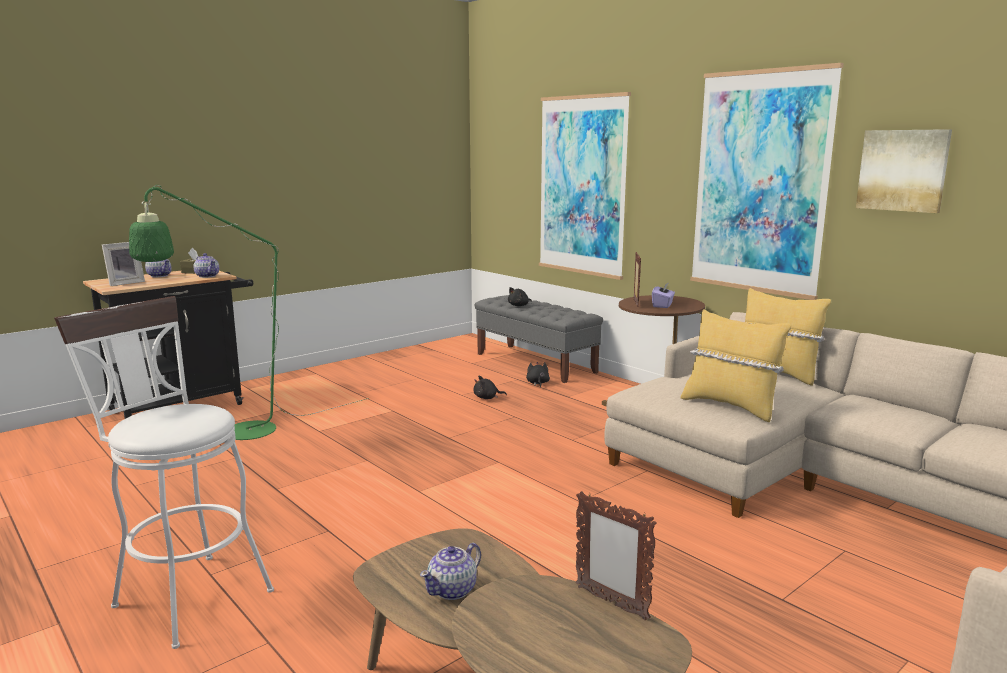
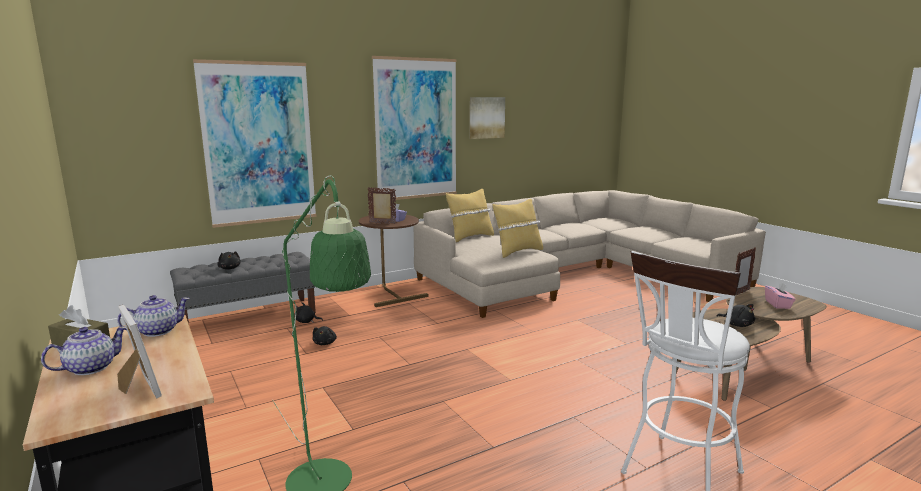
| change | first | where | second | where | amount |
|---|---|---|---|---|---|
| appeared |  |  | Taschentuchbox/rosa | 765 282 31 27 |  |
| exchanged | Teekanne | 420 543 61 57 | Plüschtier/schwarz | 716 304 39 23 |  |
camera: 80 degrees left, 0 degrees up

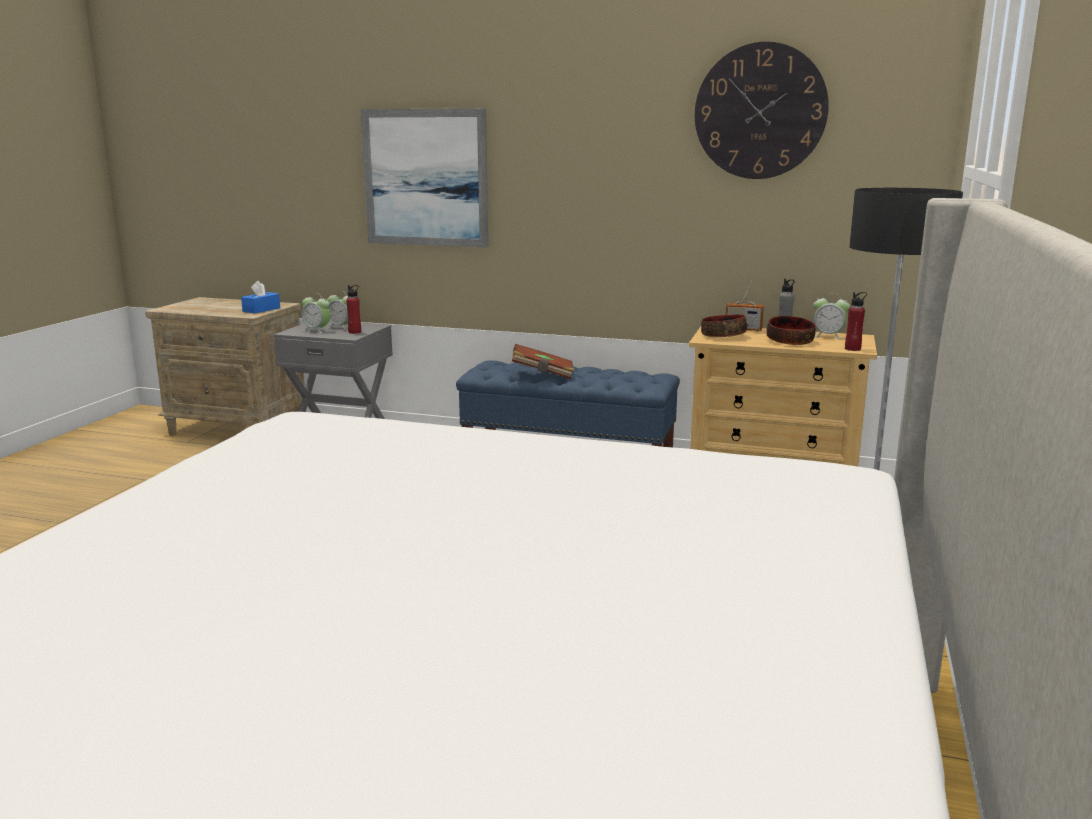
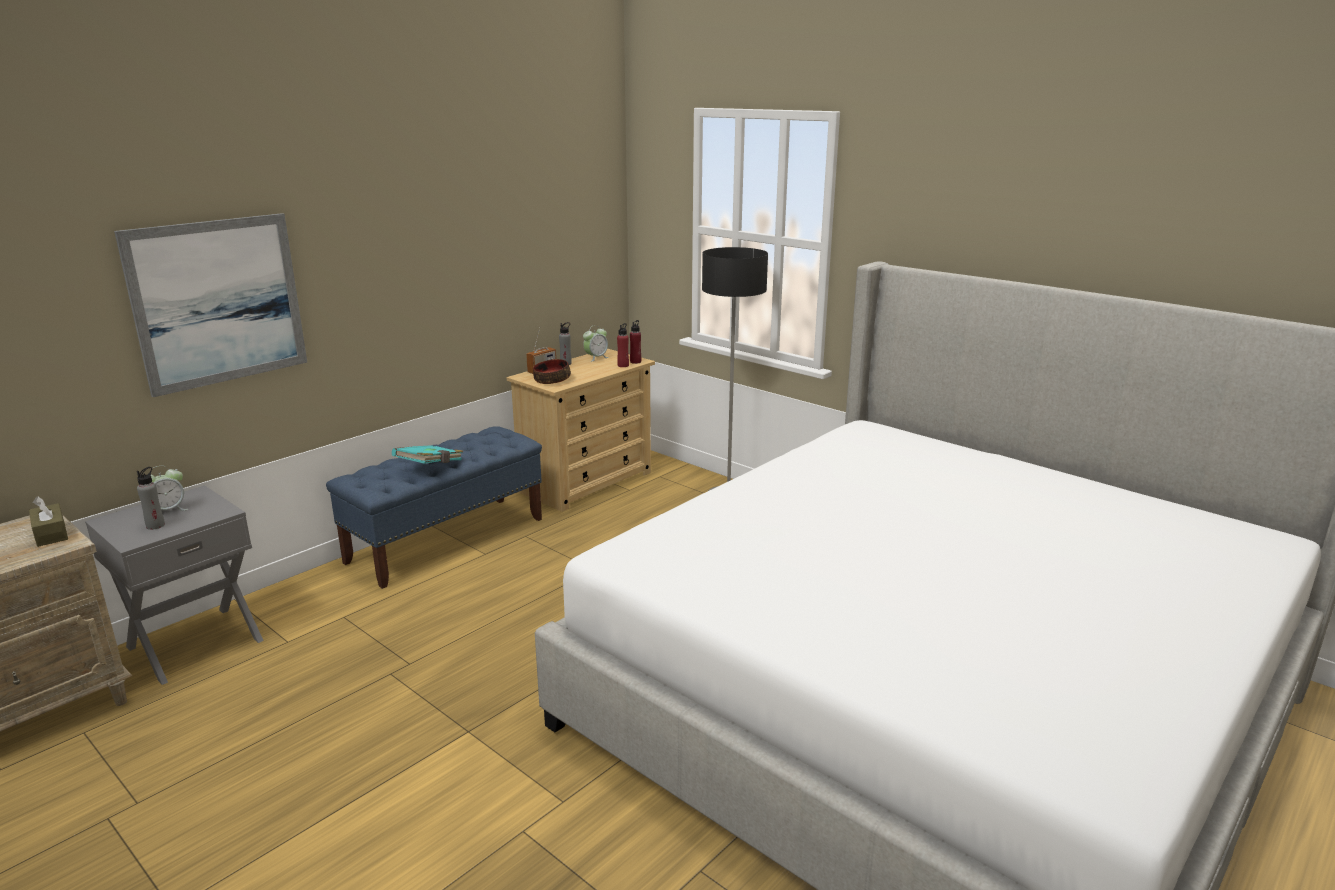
| change | first | where | second | where | amount |
|---|---|---|---|---|---|
| missing | Wanduhr | 695 41 134 138 |  |  |  |
| missing | Schüssel | 766 316 50 29 |  |  |  |
| relocated | Flasche/rot | 346 285 15 49 |  | 617 323 12 44 |  |
| exchanged | Wecker | 302 293 28 40 | Flasche/grau | 137 467 28 63 |  |
| colour | Taschentuchbox/blau | 241 281 39 33 | Taschentuchbox/braun | 29 496 39 51 |  |
| colour | Buch/braun | 512 344 62 35 | Buch/türkis | 392 445 71 19 |  |
camera: 65 degrees left, 5 degrees up

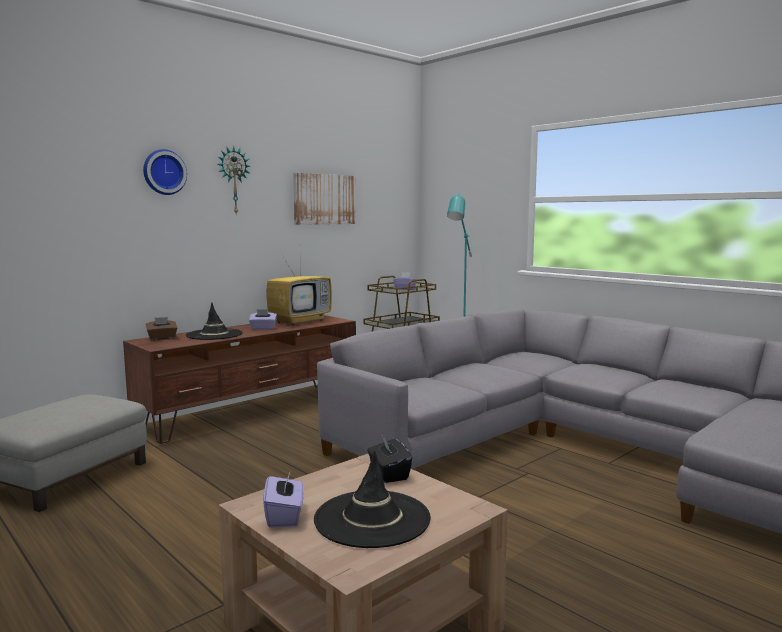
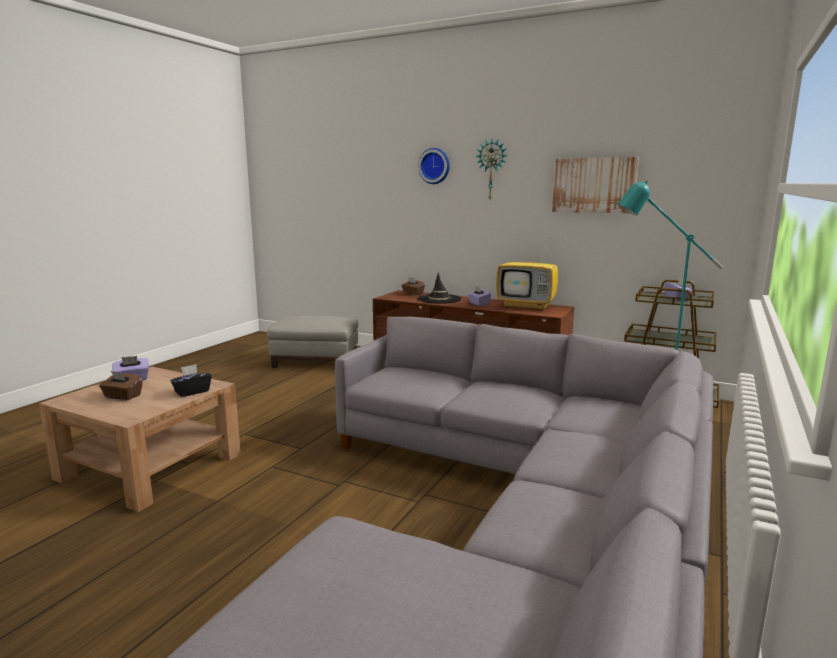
| change | first | where | second | where | amount |
|---|---|---|---|---|---|
| exchanged | Hut/schwarz | 314 450 117 98 | Taschentuchbox/braun | 99 371 44 29 |  |
camera: 70 degrees right, 5 degrees up

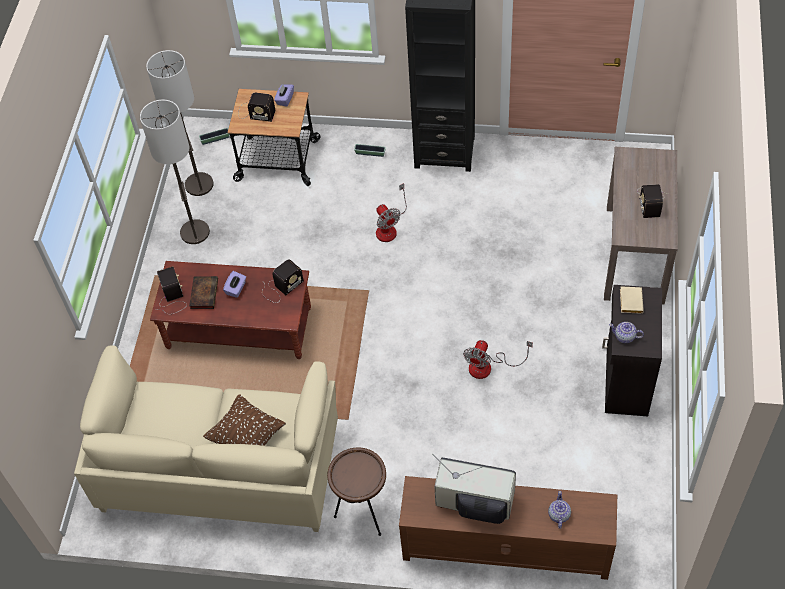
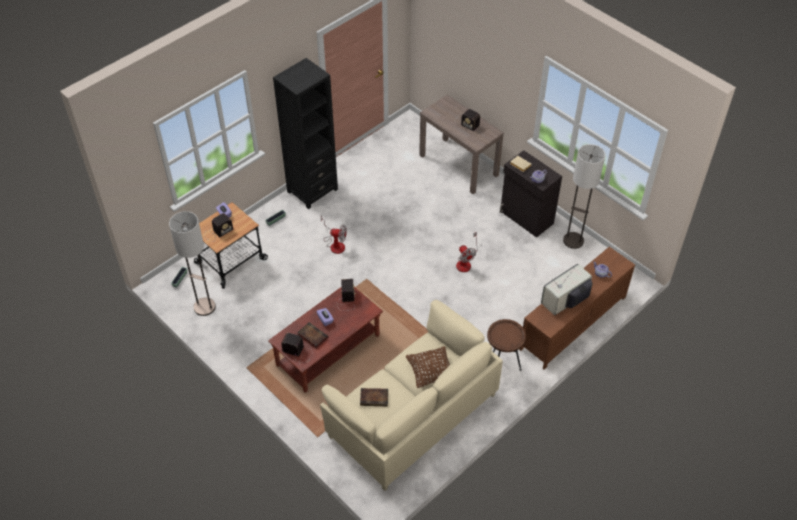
| change | first | where | second | where | amount |
|---|---|---|---|---|---|
| appeared |  |  | Buch | 360 388 28 18 |  |
| relocated | Stehlampe | 140 99 70 145 |  | 563 144 42 105 |  |
camera: 55 degrees left, 5 degrees down

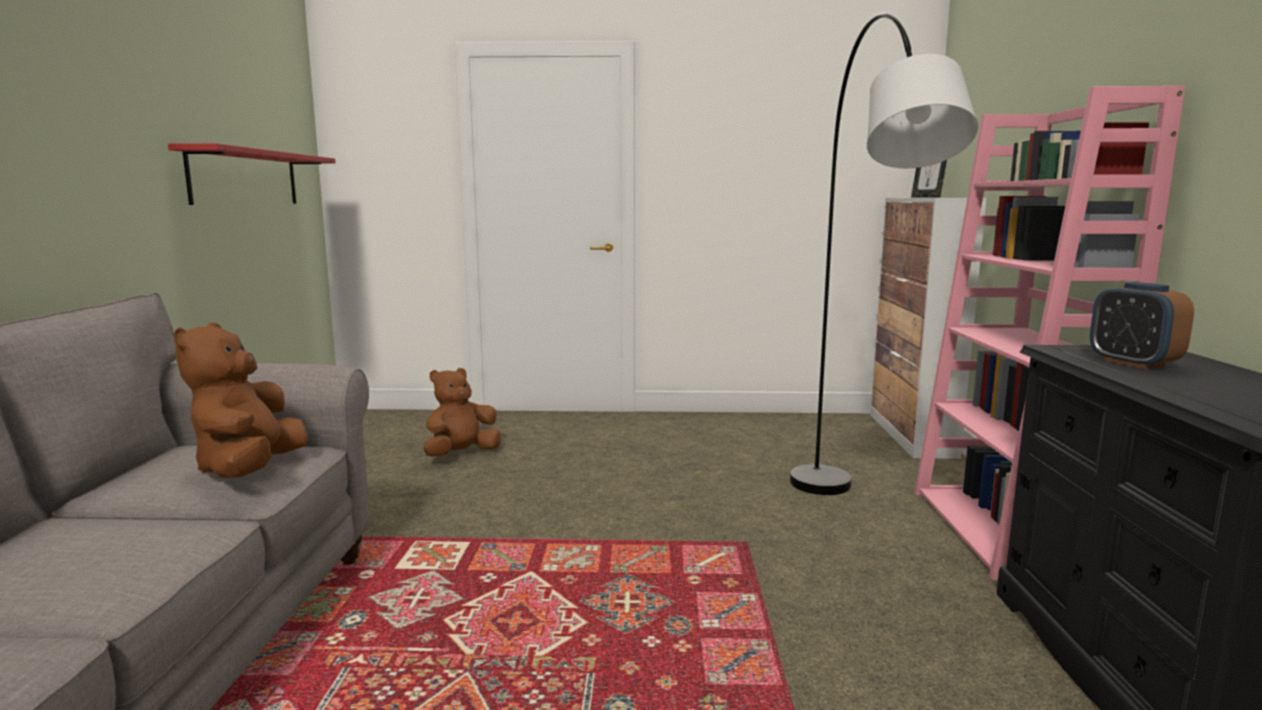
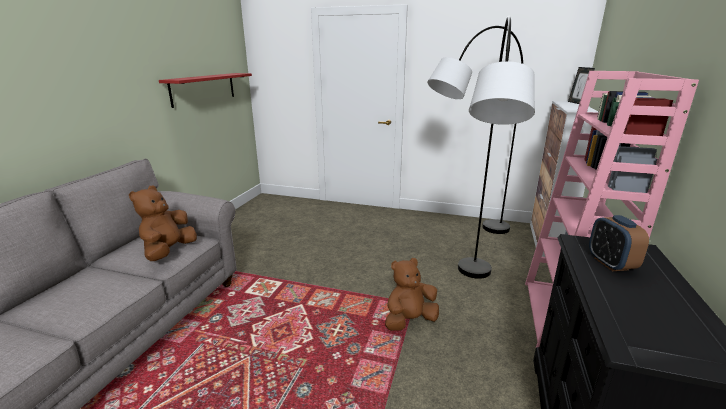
| change | first | where | second | where | amount |
|---|---|---|---|---|---|
| appeared |  |  | Stehlampe/grau | 427 26 96 208 |  |
| relocated | Plüschtier/braun | 424 368 77 89 |  | 385 258 54 72 |  |
camera: 15 degrees right, 10 degrees up

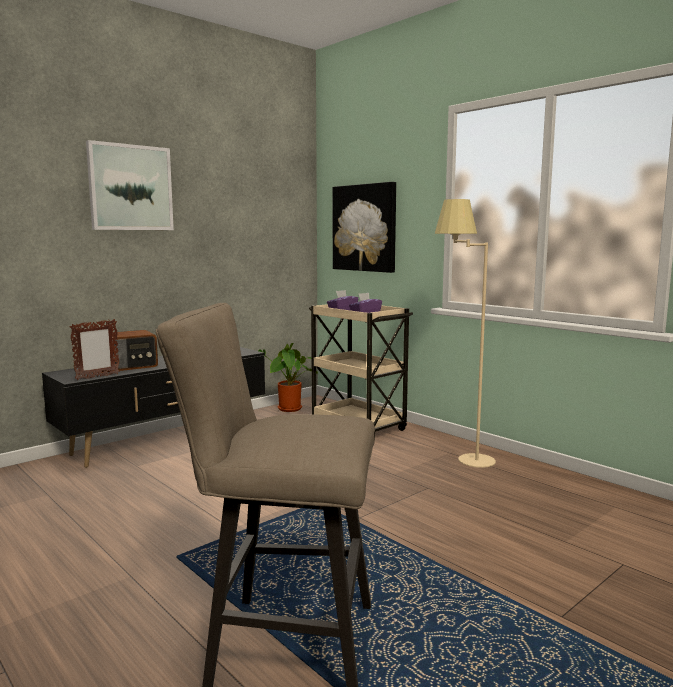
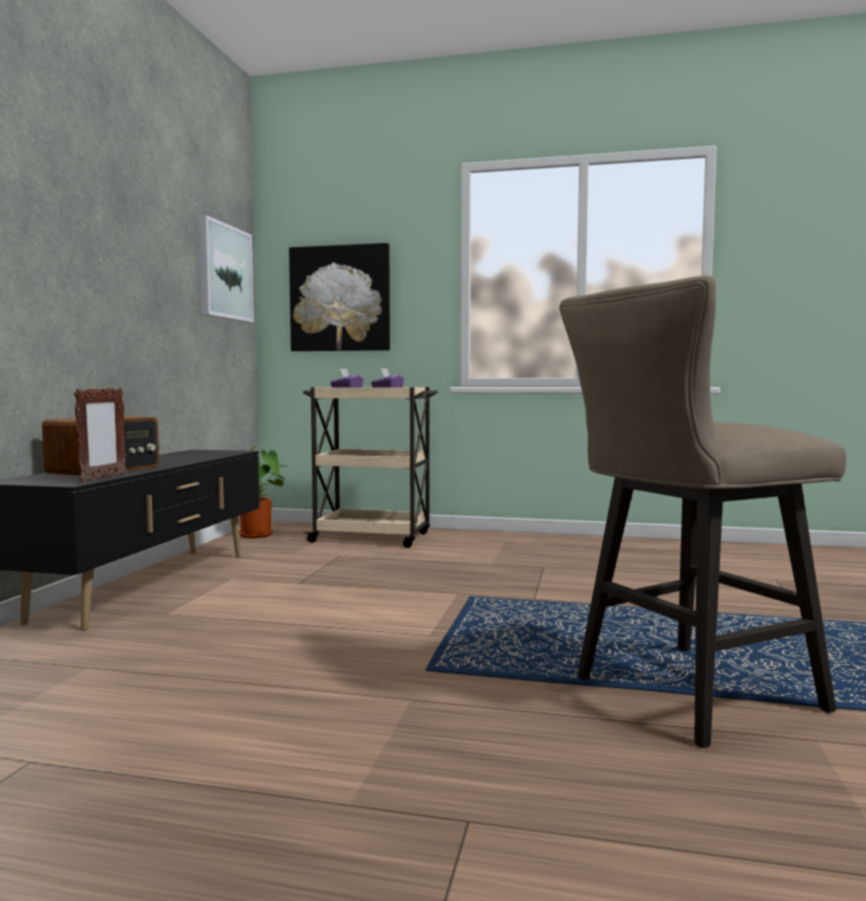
| change | first | where | second | where | amount |
|---|---|---|---|---|---|
| missing | Stehlampe/beige | 435 199 61 269 |  |  |  |
| relocated | Bild | 86 140 88 90 |  | 199 215 55 108 |  |
camera: 35 degrees left, 5 degrees down

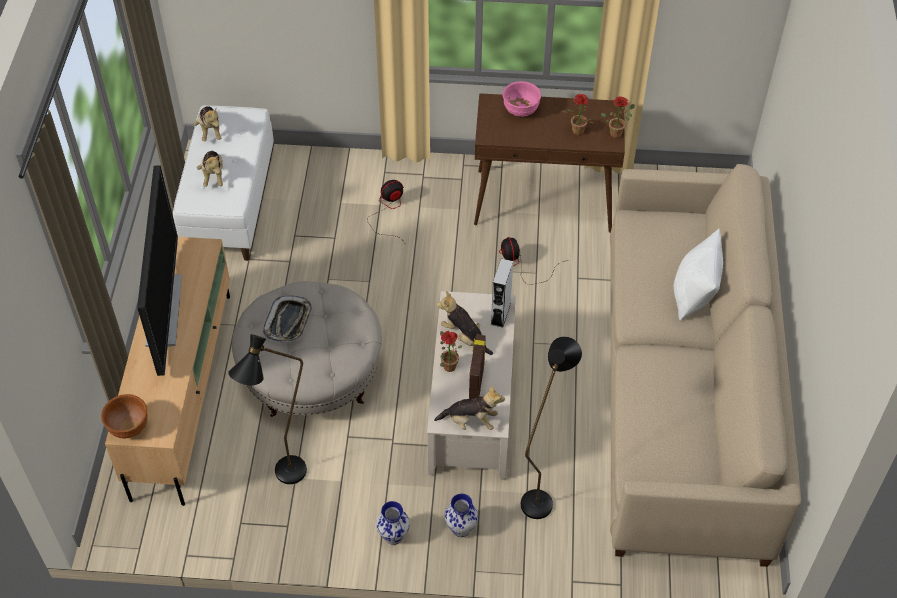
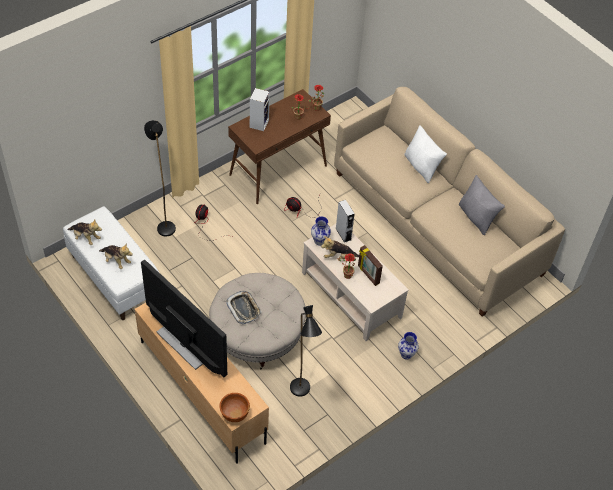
| change | first | where | second | where | amount |
|---|---|---|---|---|---|
| missing | Plüschtier | 434 386 71 44 |  |  |  |
| appeared |  |  | Kissen/grau | 459 175 46 60 |  |
| relocated | Vase | 376 501 34 44 |  | 311 216 20 30 |  |
| relocated | Stehlampe/schwarz | 521 337 61 182 |  | 144 120 32 116 |  |
| exchanged | Schüssel/rosa | 503 81 38 36 | Lautsprecher | 250 88 20 43 |  |
camera: 45 degrees left, 0 degrees up

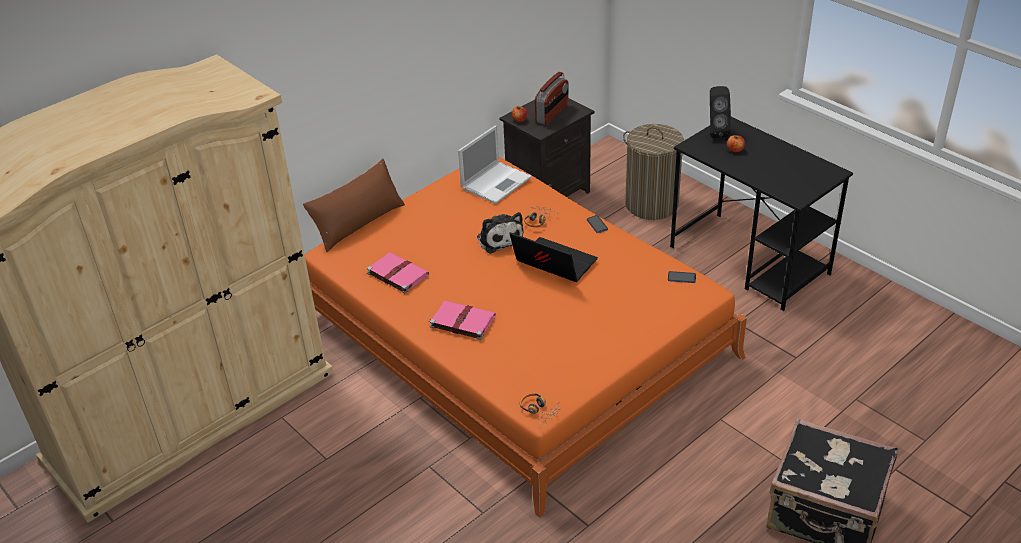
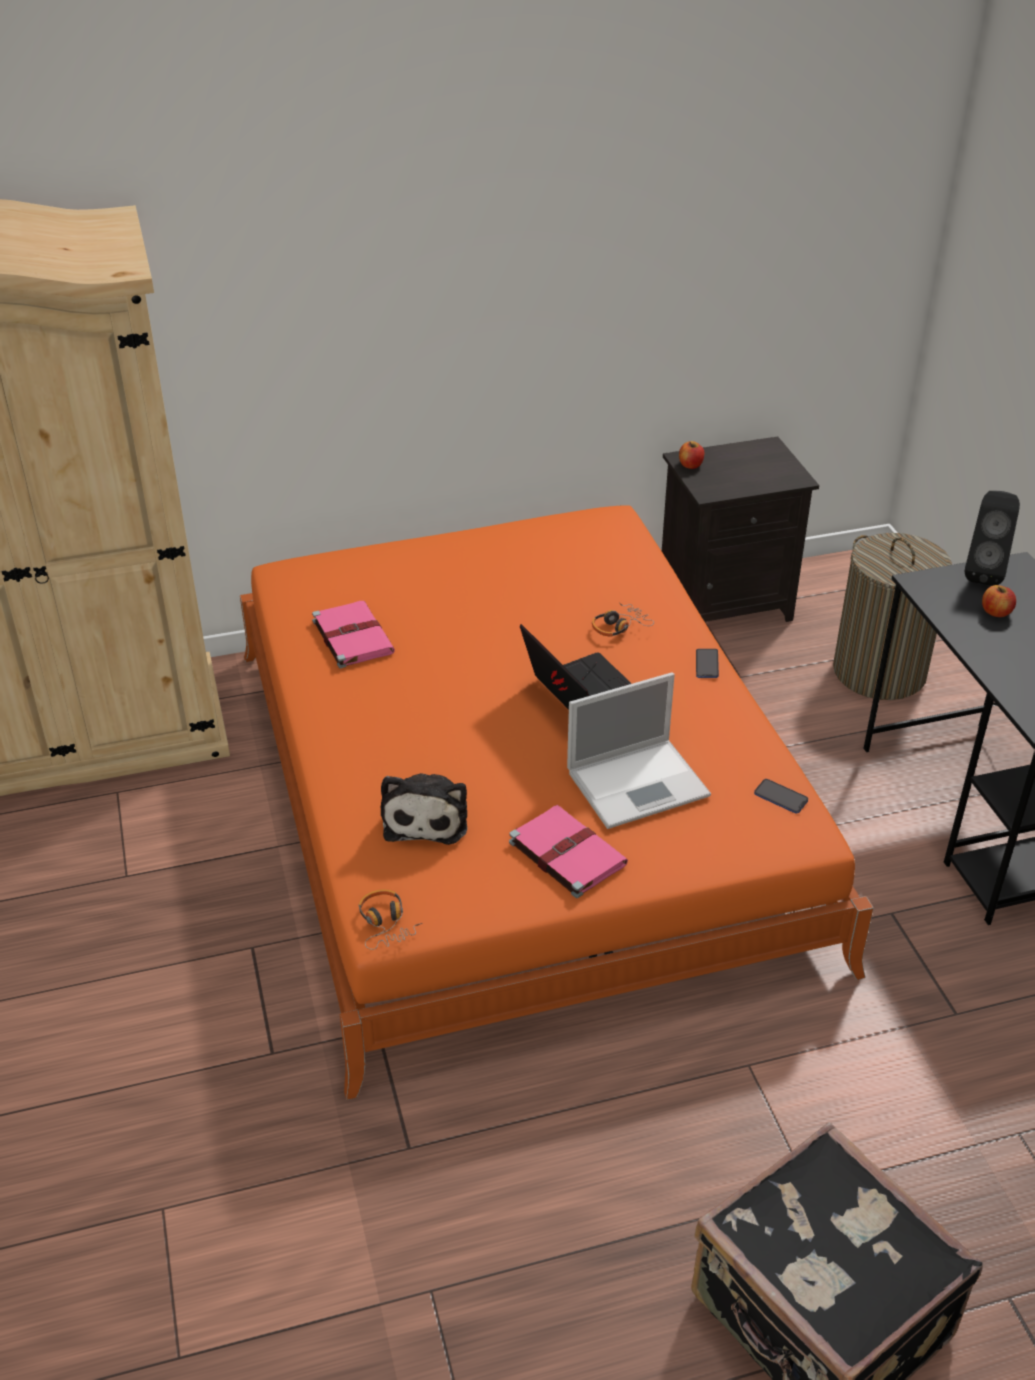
| change | first | where | second | where | amount |
|---|---|---|---|---|---|
| missing | Kissen/braun | 303 159 102 93 |  |  |  |
| missing | Radio | 535 72 34 53 |  |  |  |
| relocated | Buch/rosa | 428 300 68 40 |  | 509 805 119 93 |  |
| relocated | Laptop | 458 125 74 79 |  | 567 672 144 157 |  |
| relocated | Plüschtier | 477 212 47 42 |  | 381 773 86 72 |  |
camera: 25 degrees right, 0 degrees up

